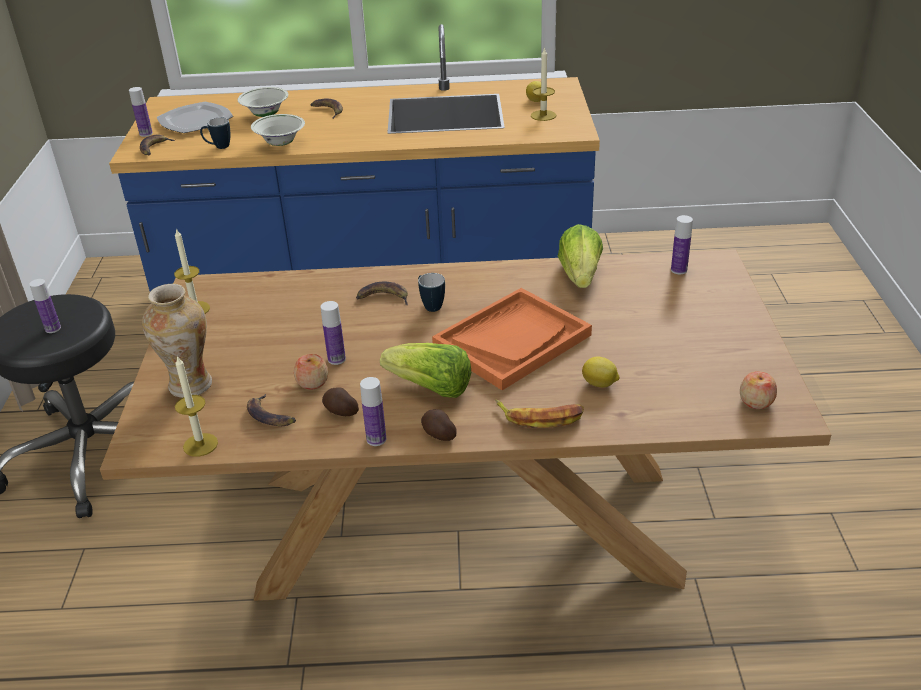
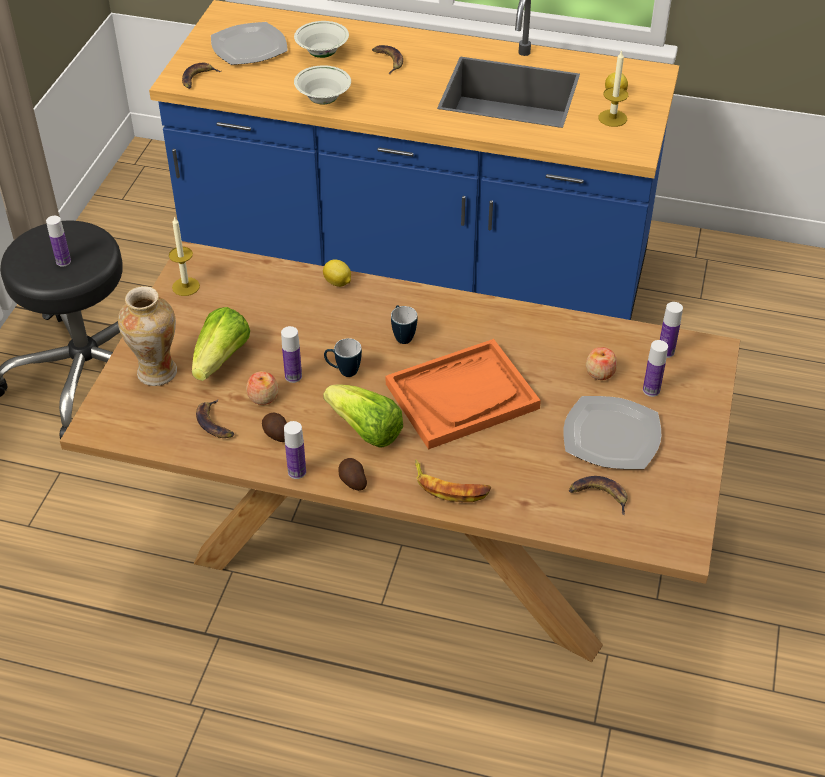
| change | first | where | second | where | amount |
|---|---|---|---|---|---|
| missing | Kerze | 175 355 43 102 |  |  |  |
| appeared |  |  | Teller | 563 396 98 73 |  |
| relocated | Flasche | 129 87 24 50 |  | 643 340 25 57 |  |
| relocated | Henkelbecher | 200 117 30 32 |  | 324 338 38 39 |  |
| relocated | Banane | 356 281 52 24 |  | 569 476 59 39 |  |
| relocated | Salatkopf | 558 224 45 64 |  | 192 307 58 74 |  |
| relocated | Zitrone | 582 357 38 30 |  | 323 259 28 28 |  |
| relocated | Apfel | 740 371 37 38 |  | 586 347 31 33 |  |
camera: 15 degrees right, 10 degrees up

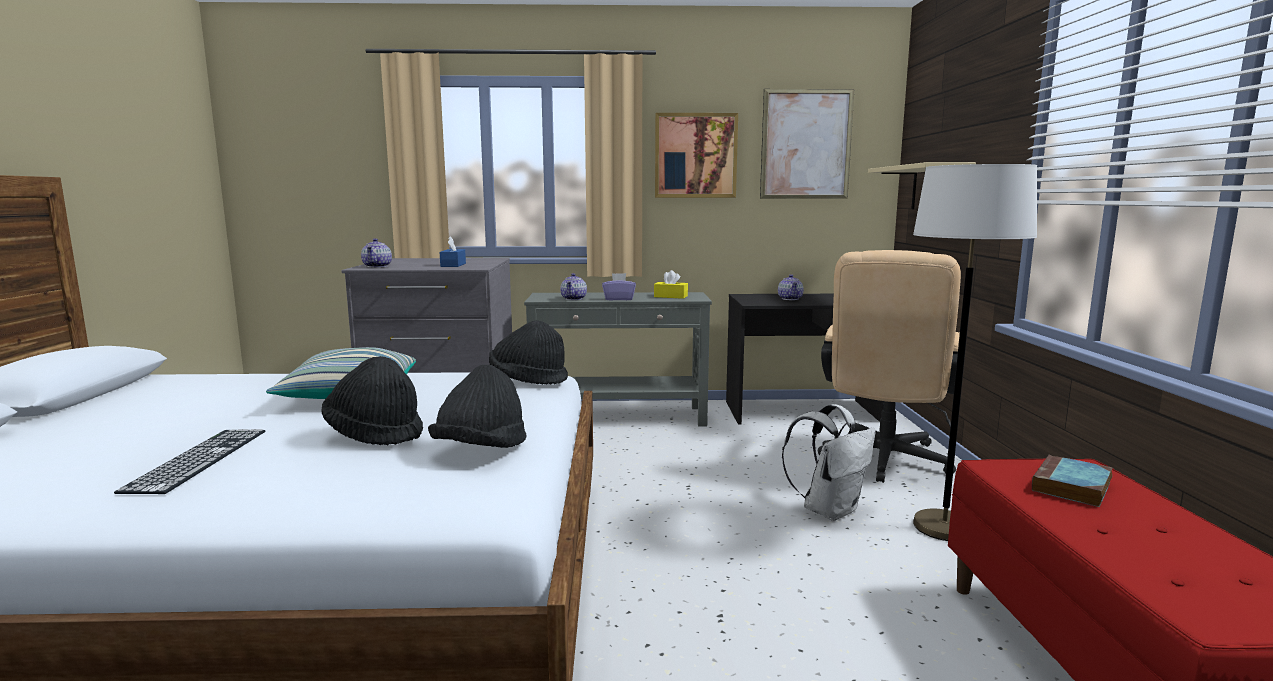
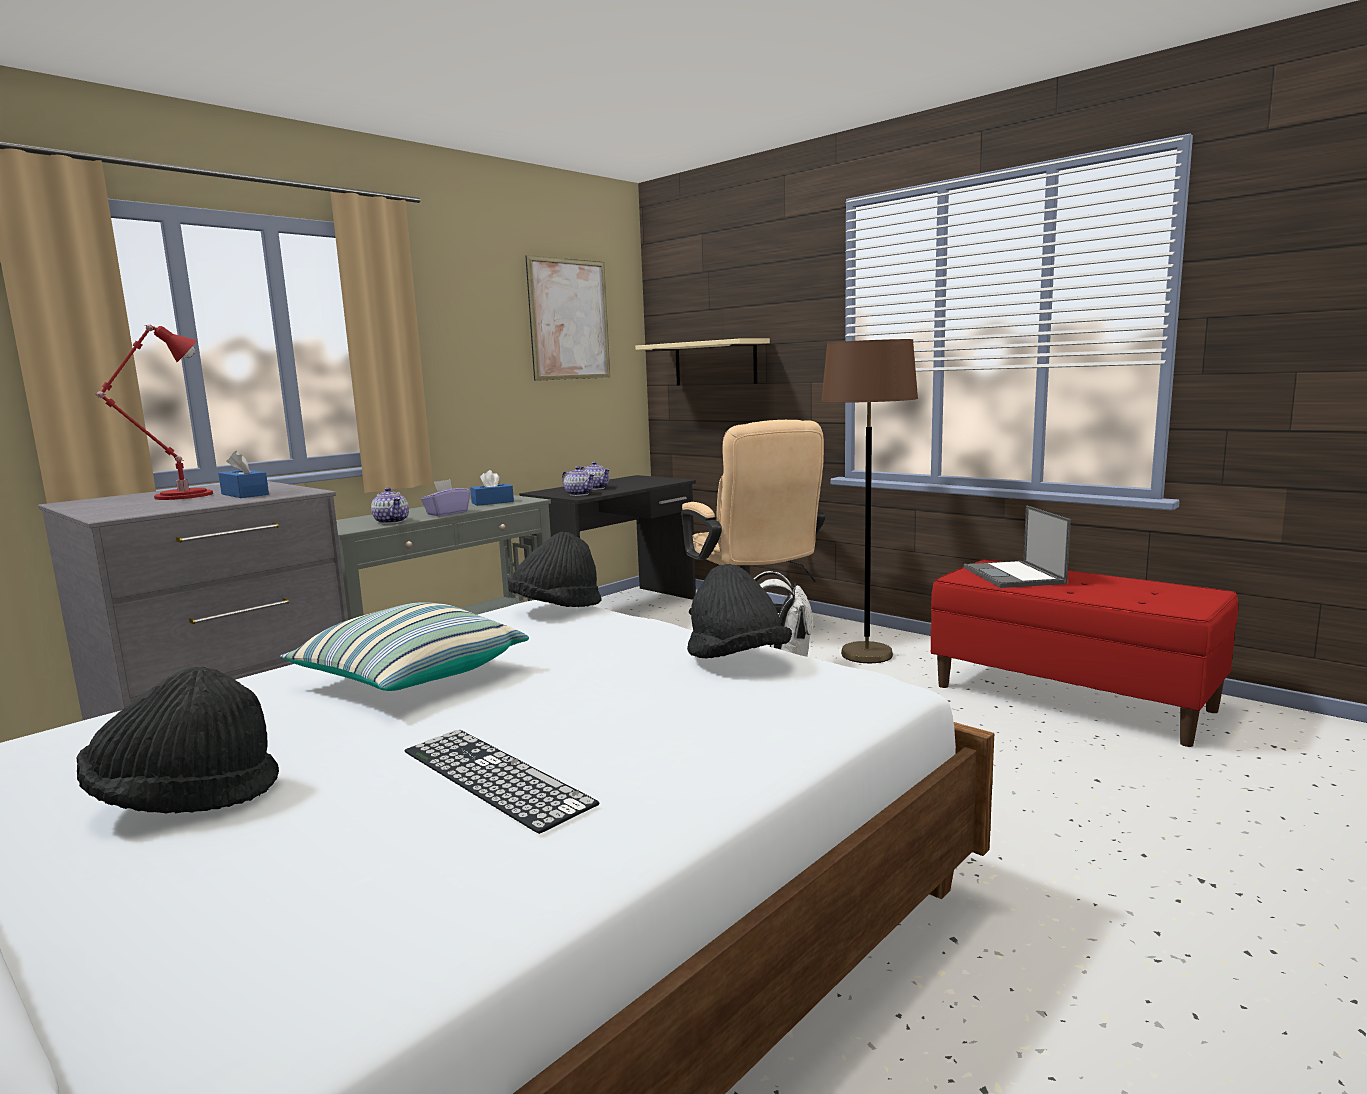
| change | first | where | second | where | amount |
|---|---|---|---|---|---|
| missing | Bild | 655 113 83 85 |  |  |  |
| appeared |  |  | Tischlampe/rot | 95 324 118 176 |  |
| relocated | Hut/schwarz | 321 356 102 90 |  | 76 667 203 147 |  |
| relocated | Teekanne | 361 238 31 30 |  | 562 466 33 30 |  |
| exchanged | Buch | 1032 454 80 53 | Laptop | 964 505 107 83 |  |
| colour | Taschentuchbox/gelb | 654 270 34 29 | Taschentuchbox/blau | 470 470 44 36 |  |
| colour | Stehlampe/weiß | 913 164 124 377 | Stehlampe/braun | 821 339 97 324 |  |
camera: 45 degrees left, 0 degrees up

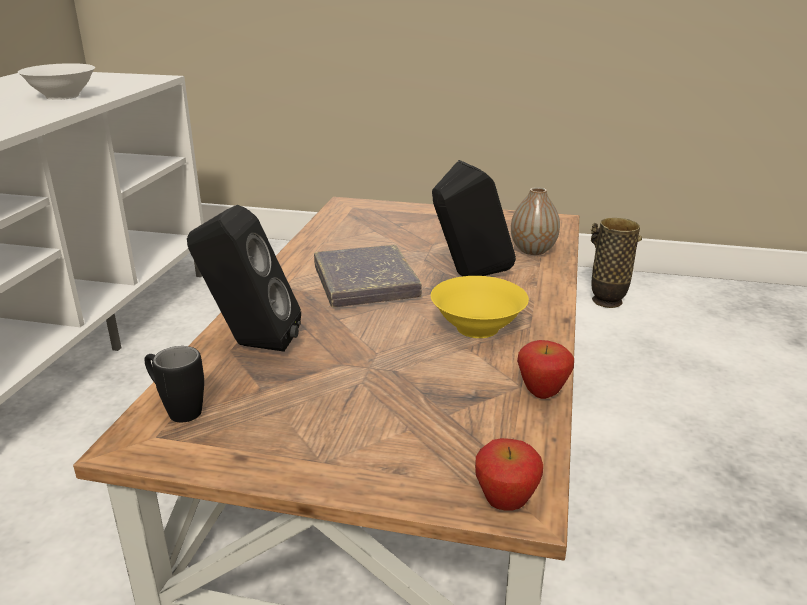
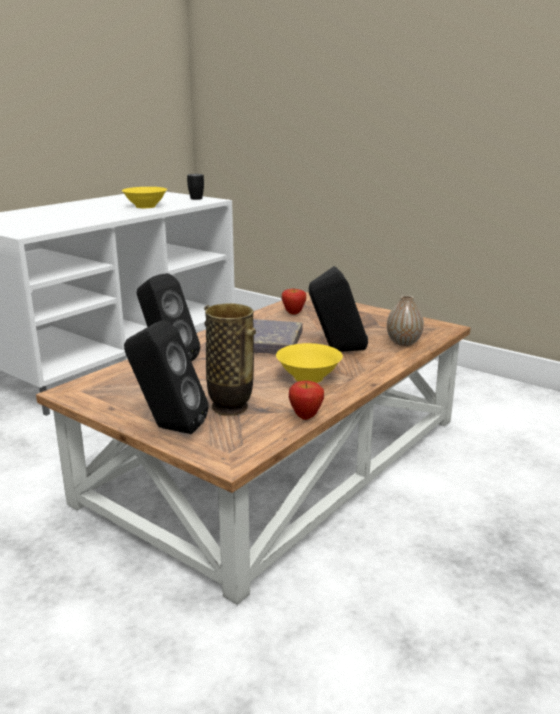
| change | first | where | second | where | amount |
|---|---|---|---|---|---|
| appeared |  |  | Lautsprecher/schwarz | 124 320 85 114 |  |
| relocated | Henkelbecher/schwarz | 145 346 59 76 |  | 187 174 17 26 |  |
| relocated | Apfel | 475 438 68 73 |  | 282 288 24 26 |  |
| relocated | Vase | 590 218 52 90 |  | 204 303 52 113 |  |
| colour | Schüssel/weiß | 18 63 77 37 | Schüssel/gelb | 122 187 45 21 |  |
camera: 25 degrees right, 5 degrees down

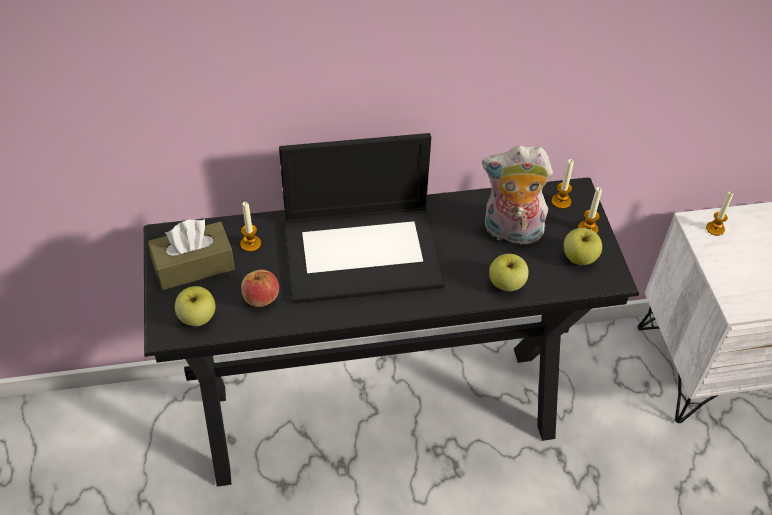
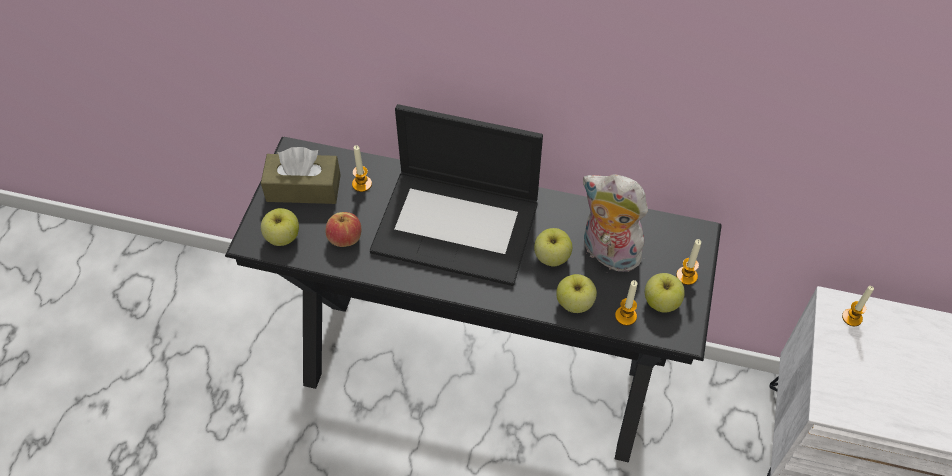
| change | first | where | second | where | amount |
|---|---|---|---|---|---|
| appeared |  |  | Apfel | 534 228 38 39 |  |
| relocated | Kerze | 551 159 23 50 |  | 615 280 22 46 |  |
camera: 25 degrees right, 5 degrees up

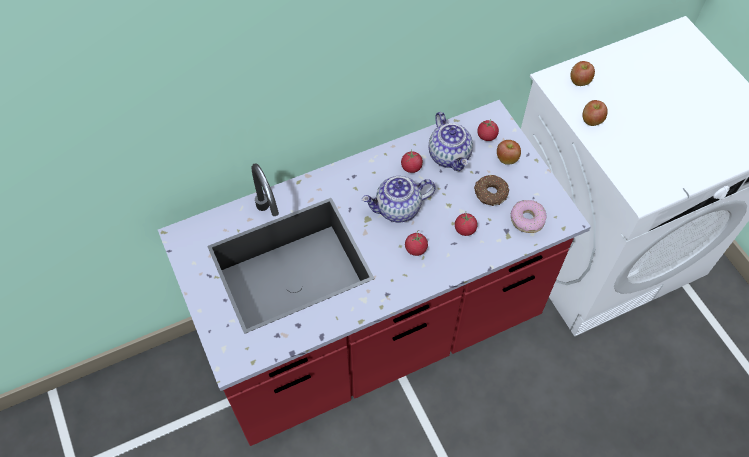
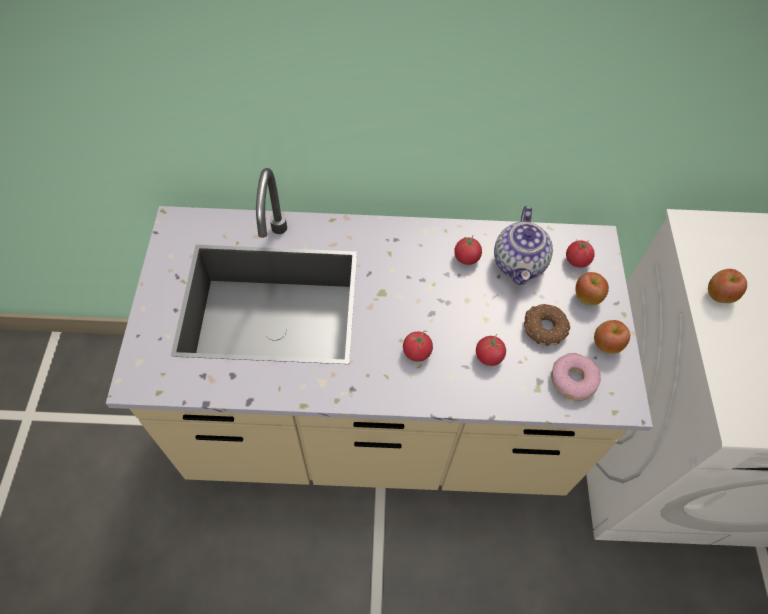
| change | first | where | second | where | amount |
|---|---|---|---|---|---|
| missing | Teekanne | 361 176 75 46 |  |  |  |
| relocated | Apfel | 570 61 25 25 |  | 594 320 36 34 |  |
| colour | Küchenzeile/rot | 158 100 433 346 | Küchenzeile/beige | 106 168 547 328 |  |
camera: 25 degrees right, 0 degrees up

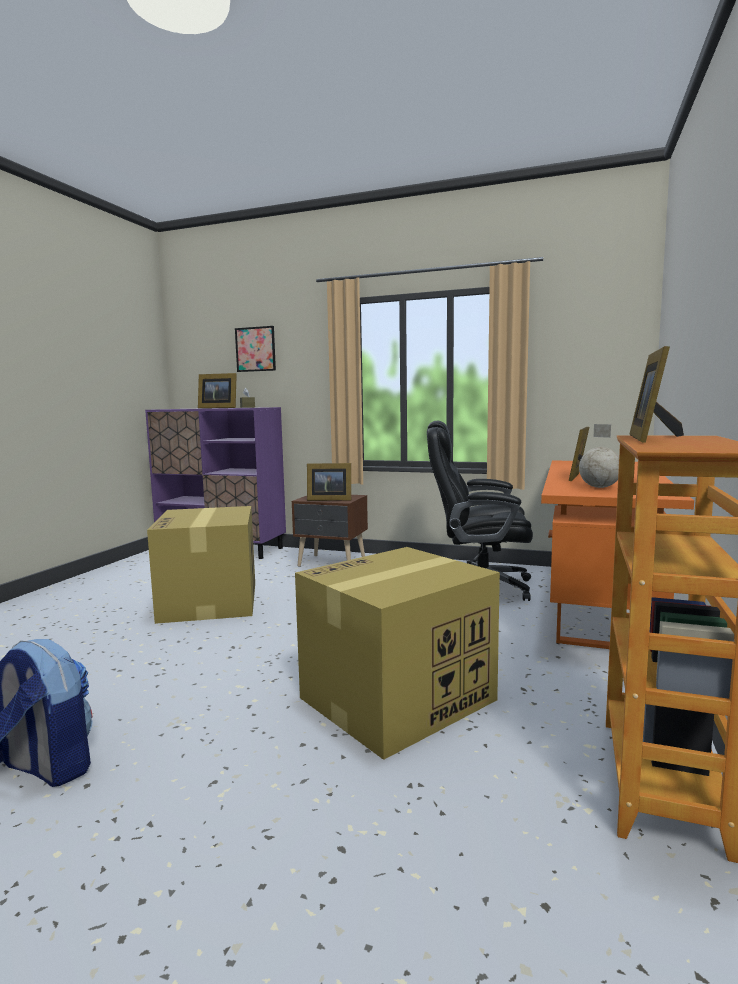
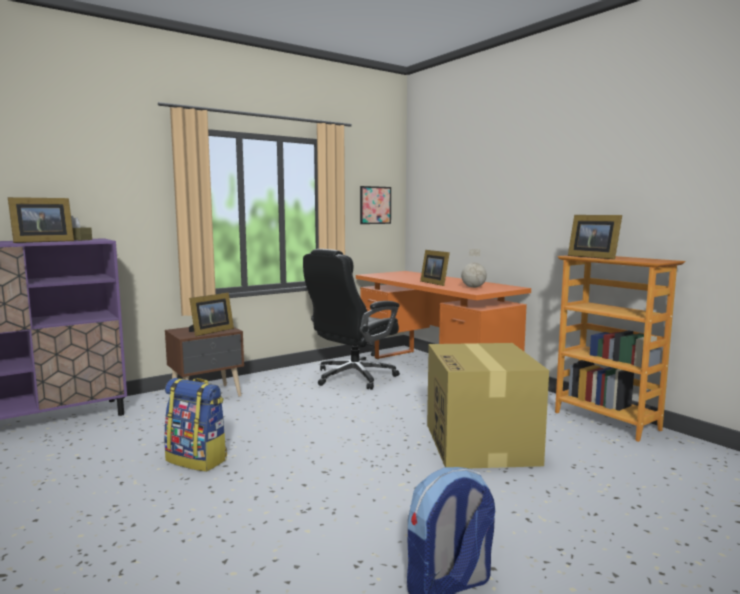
| change | first | where | second | where | amount |
|---|---|---|---|---|---|
| relocated | Bild | 235 326 41 46 |  | 360 186 31 38 |  |
| exchanged | Karton | 147 506 108 118 | Rucksack | 164 378 63 94 |  |
camera: 55 degrees left, 0 degrees up

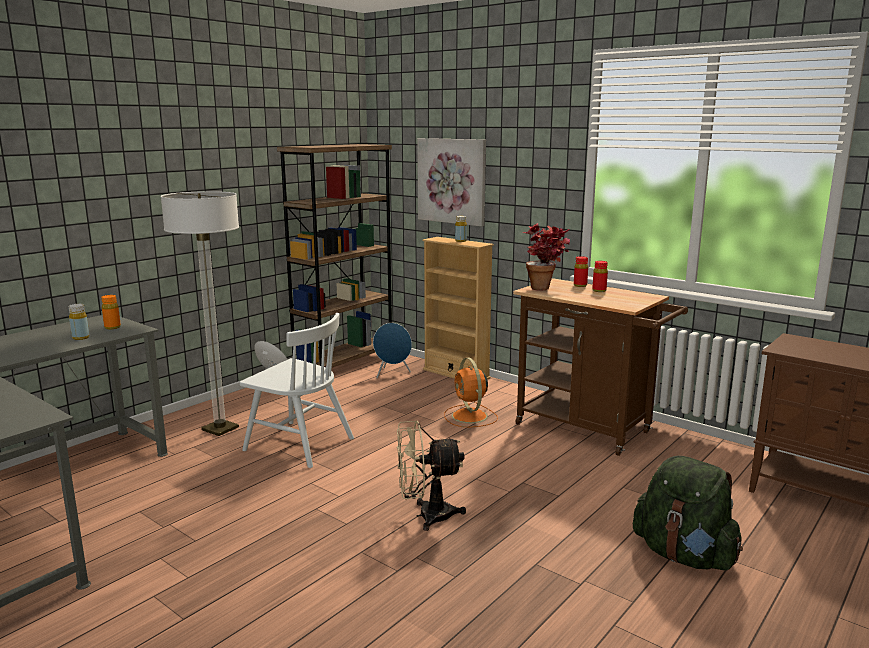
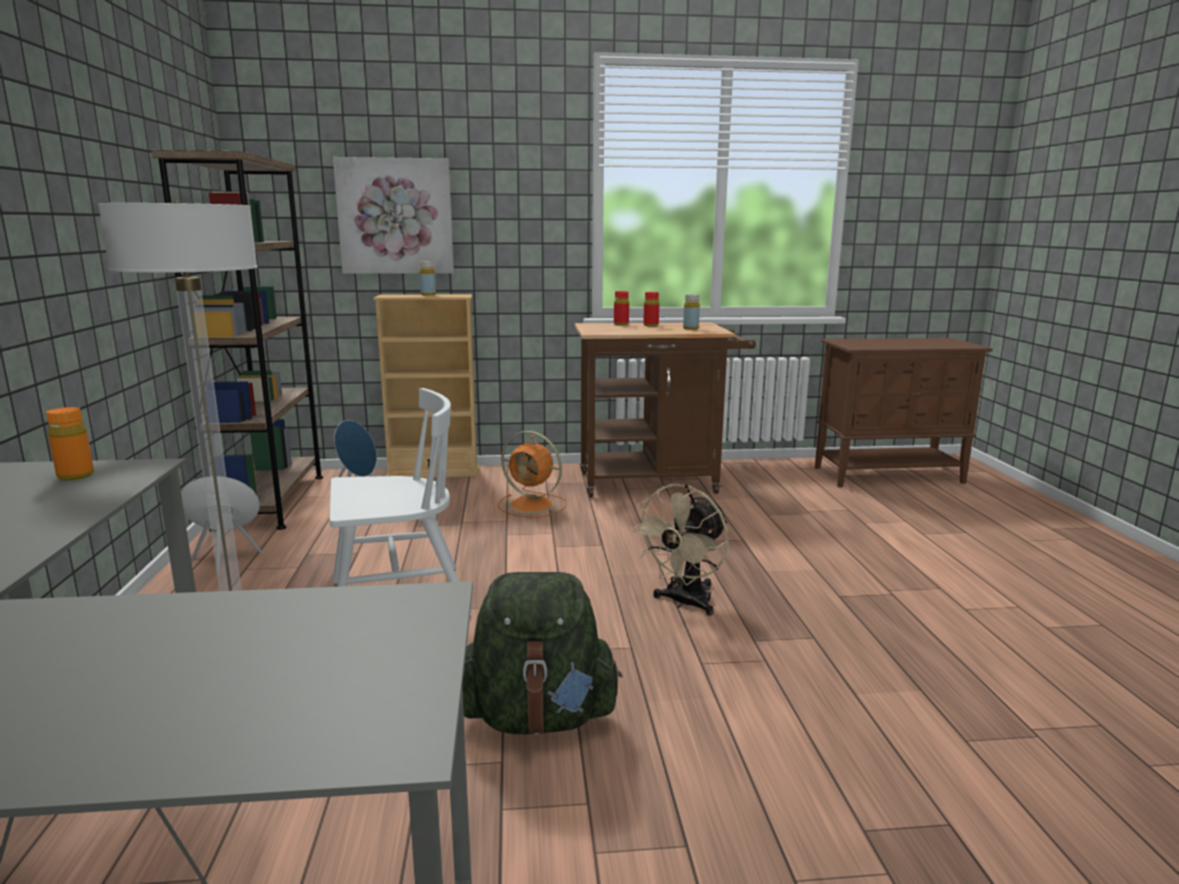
| change | first | where | second | where | amount |
|---|---|---|---|---|---|
| missing | Topfpflanze | 522 223 48 68 |  |  |  |
| relocated | Flasche/gelb | 68 304 21 36 |  | 683 294 17 36 |  |
| relocated | Rucksack/grün | 633 456 110 115 |  | 462 572 161 163 |  |
camera: 45 degrees left, 0 degrees up

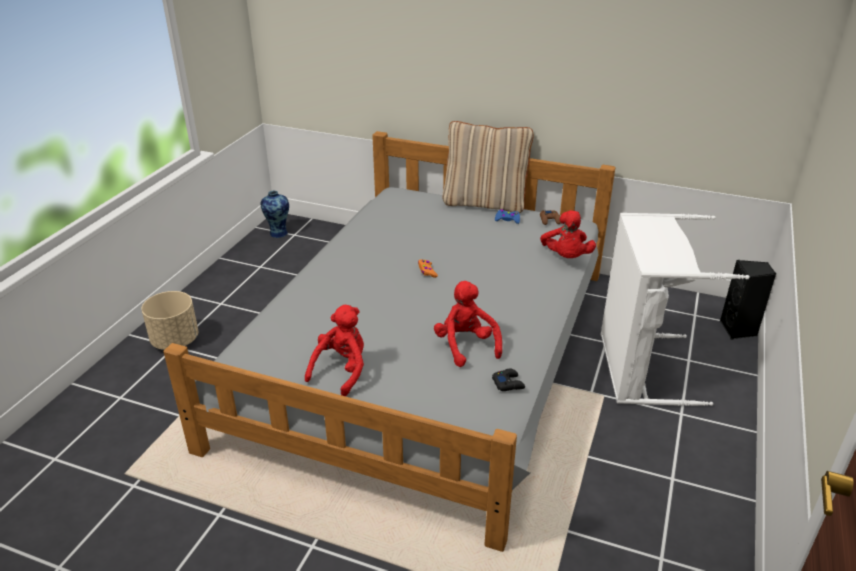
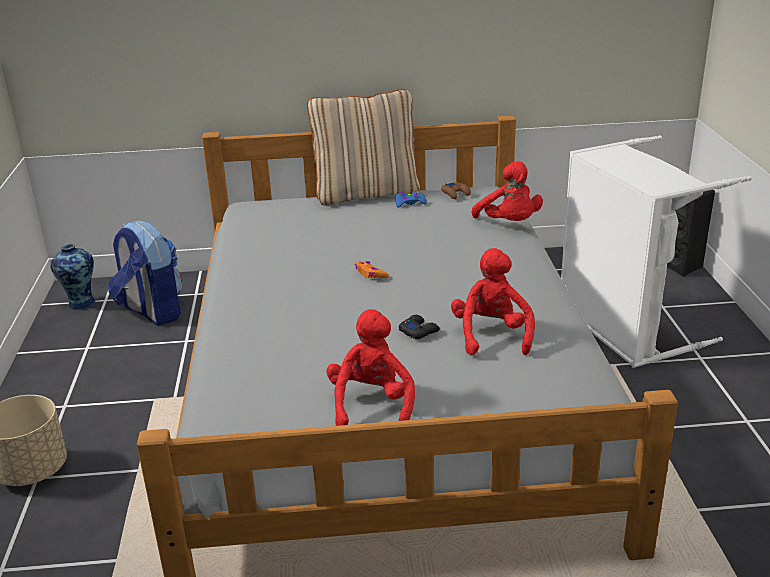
| change | first | where | second | where | amount |
|---|---|---|---|---|---|
| appeared |  |  | Rucksack | 108 221 74 104 |  |
| relocated | Gamepad/schwarz | 492 369 33 22 |  | 399 315 41 24 |  |
| spun | Plüschtier/rot | 434 281 68 86 |  | 451 248 84 107 | 45 degrees clockwise |
camera: 25 degrees left, 5 degrees down

